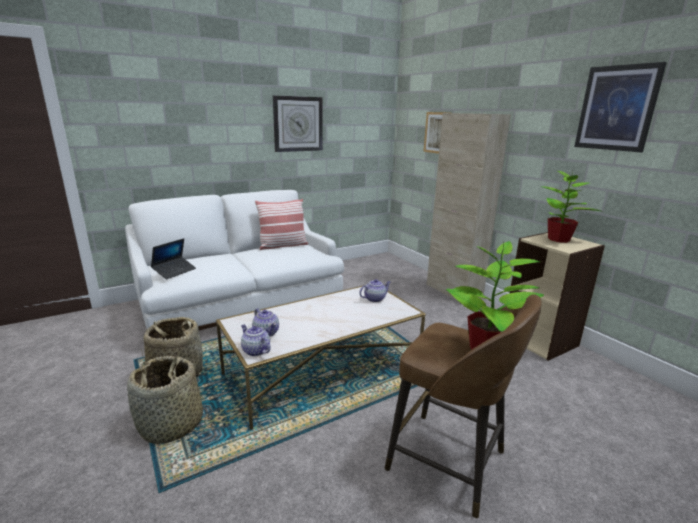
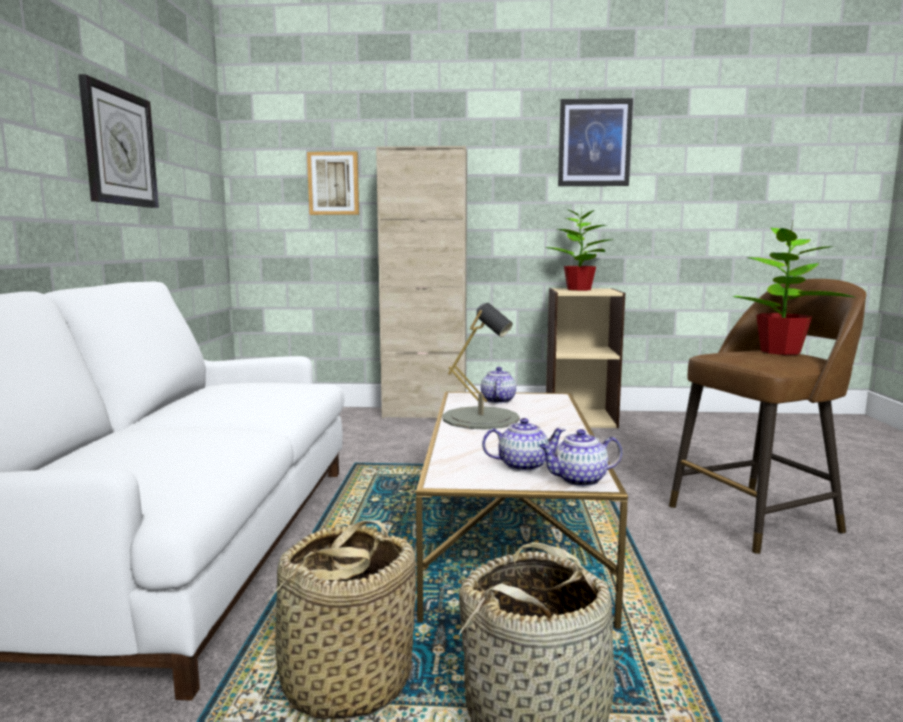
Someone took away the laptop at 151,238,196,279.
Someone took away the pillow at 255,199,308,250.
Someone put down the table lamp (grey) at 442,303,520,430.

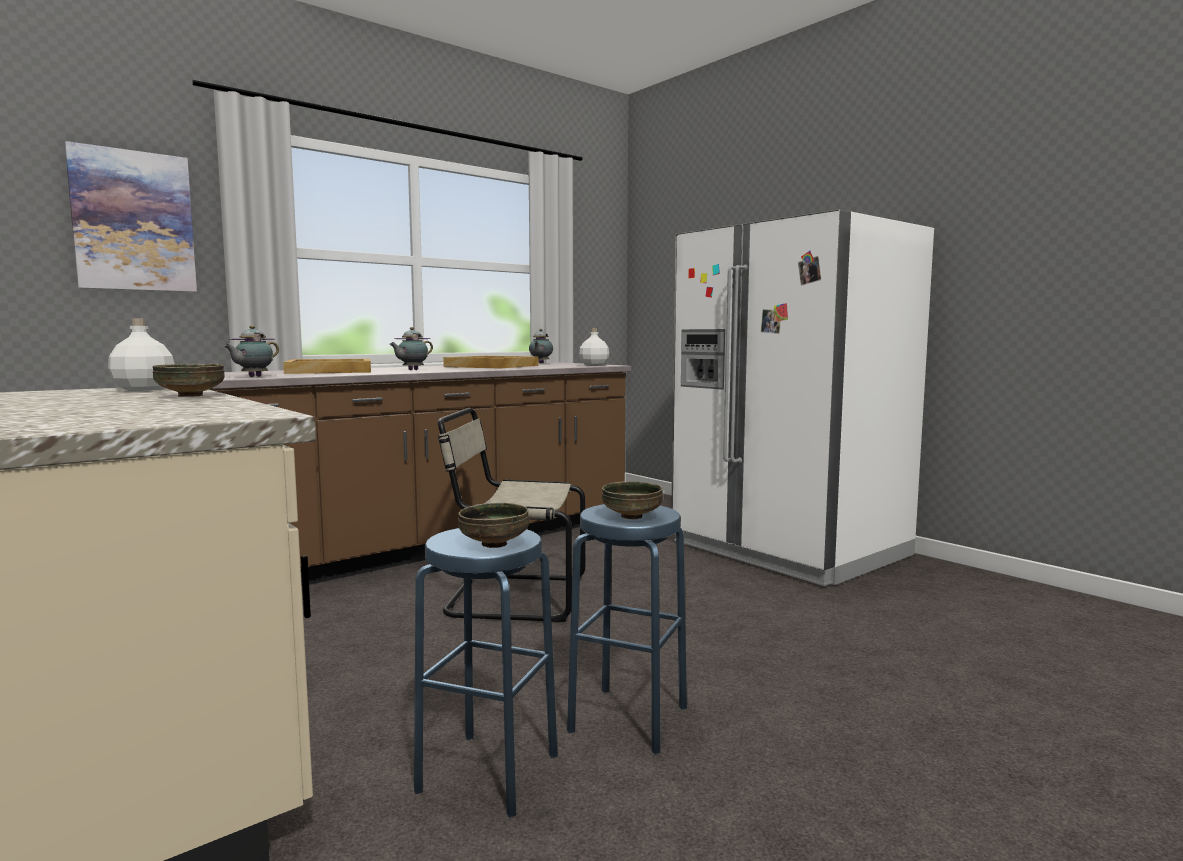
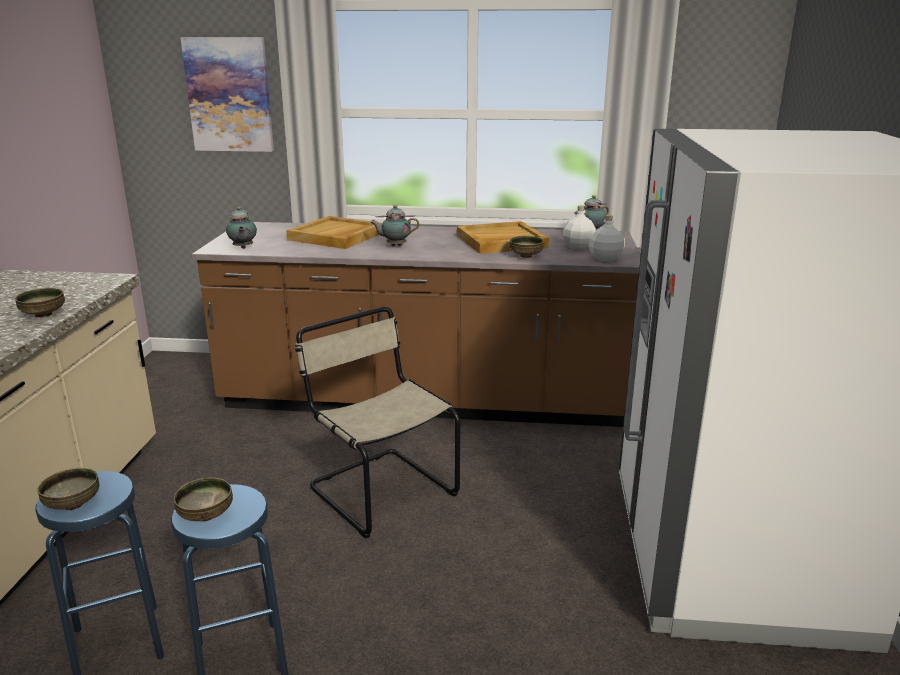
Someone put down the bowl at 510,236,544,258.
Someone carried the bottle (white) from 108,318,174,391 to 563,205,596,250.
Someone rotated the teapot at 223,325,279,377 by 90 degrees counterclockwise.

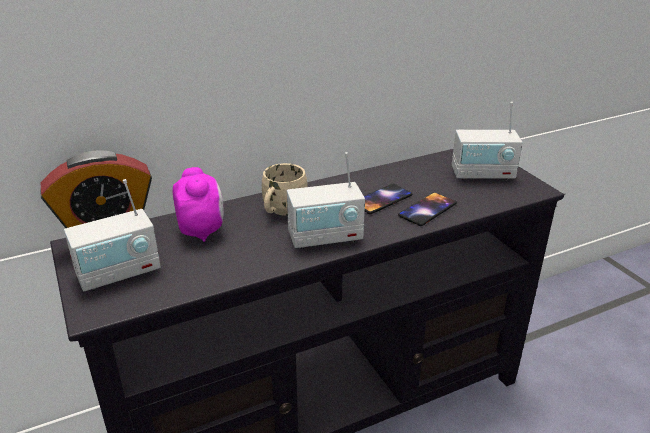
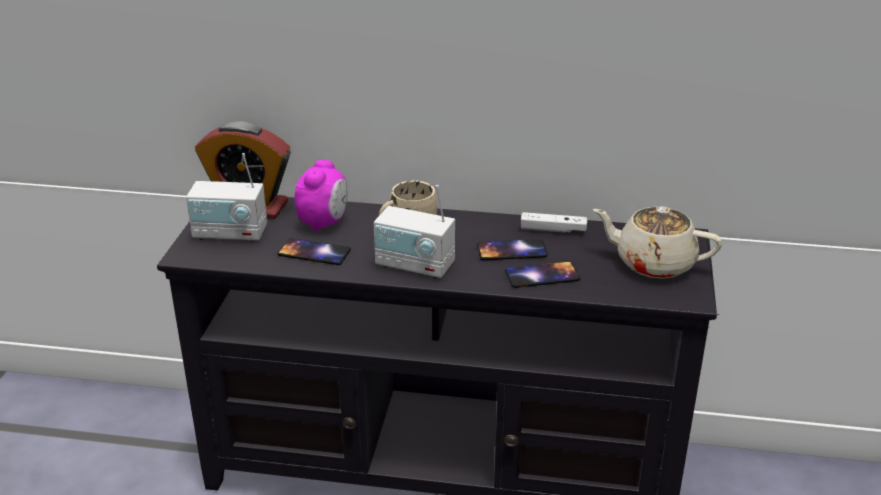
Someone put down the phone at 277,238,351,265.
Someone put down the game controller (white) at 521,212,587,233.
Someone swapped the radio at 452,102,523,181 for the teapot (beige) at 592,206,723,279.

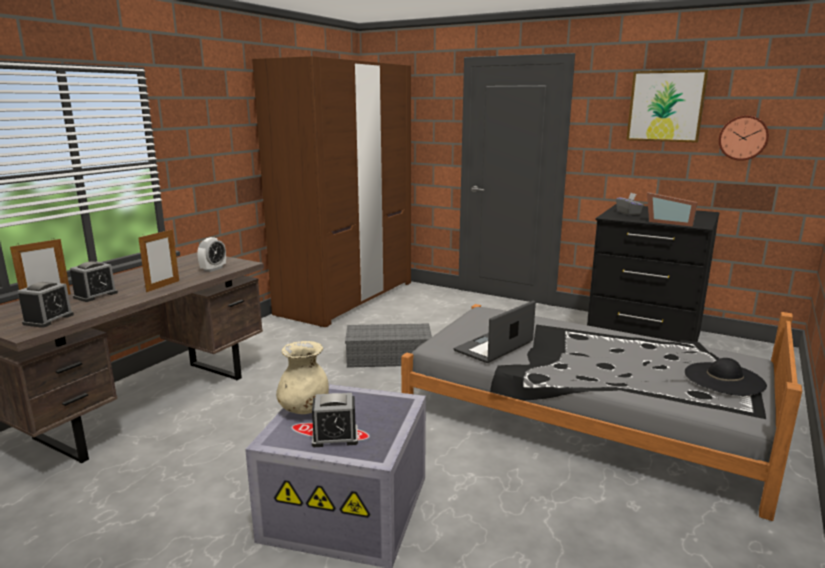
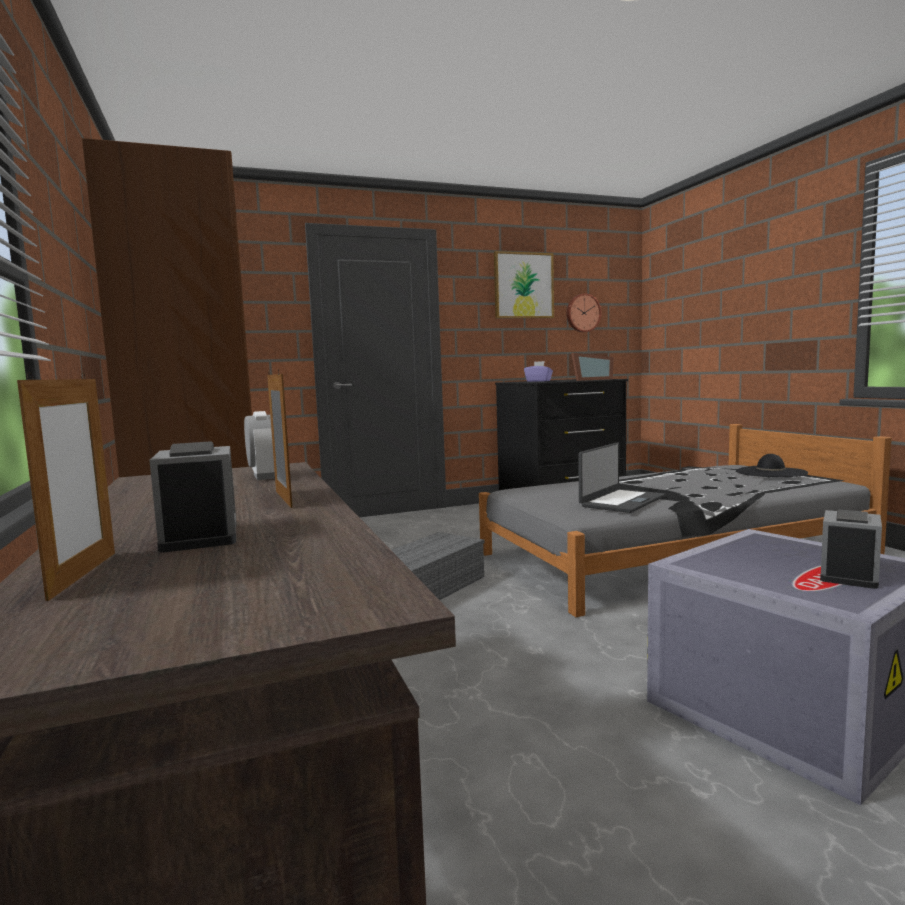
Someone took away the alarm clock at 18,282,74,328.
Someone took away the vase (beige) at 276,341,329,414.
Someone repainted the tissue box (grey) at 616,193,644,215, which became the tissue box (purple) at 524,361,553,382.
Someone rotated the laptop at 454,301,536,363 by 135 degrees counterclockwise.

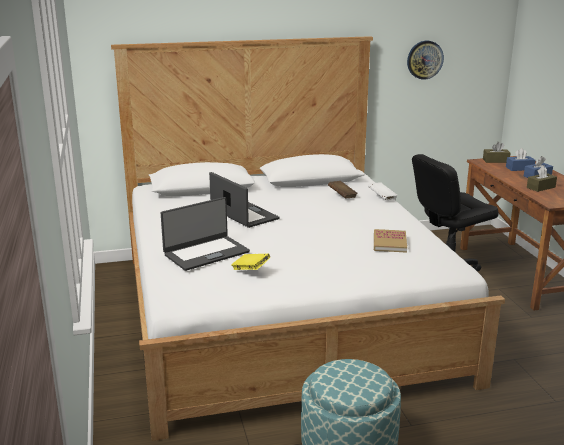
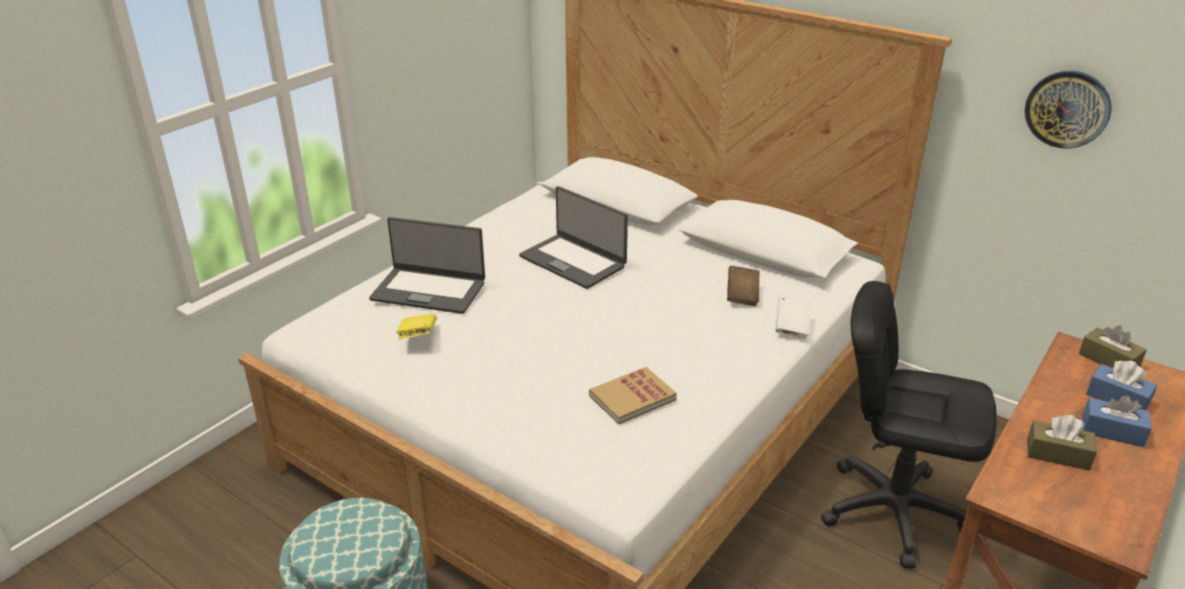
Someone rotated the laptop at 209,172,280,228 by 120 degrees clockwise.

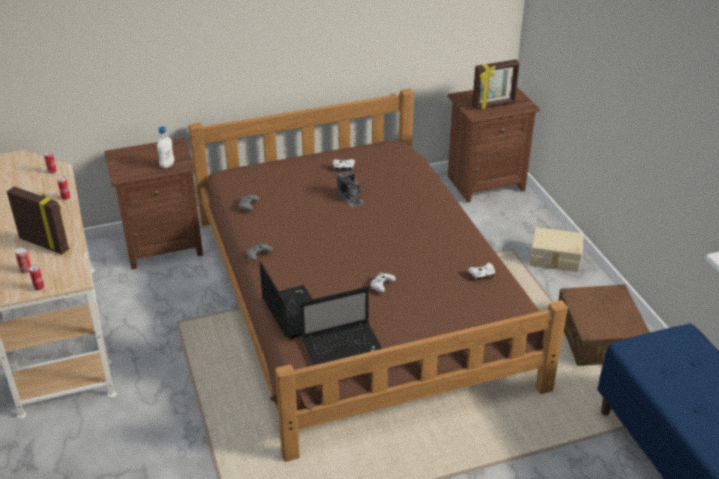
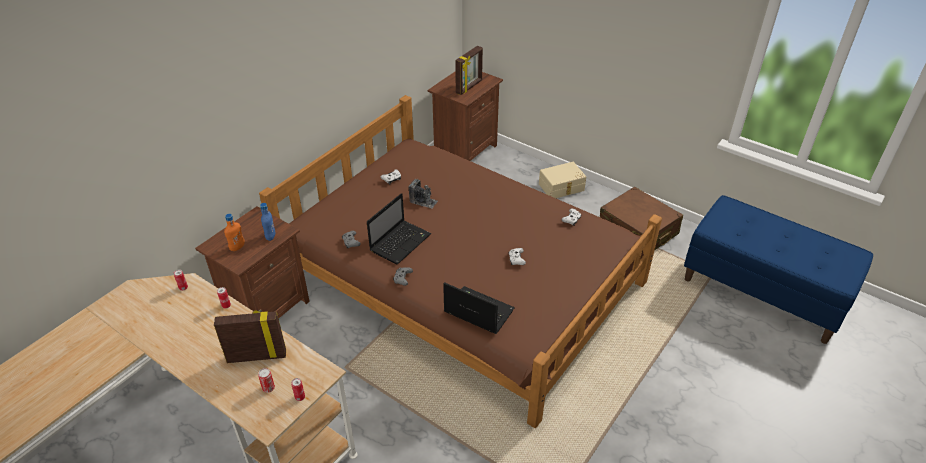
Someone put down the bottle (orange) at 224,214,245,251.
Someone carried the laptop from 300,287,382,365 to 367,193,431,264.
Someone repainted the bottle (white) at 157,126,174,169, which became the bottle (blue) at 260,203,275,241.

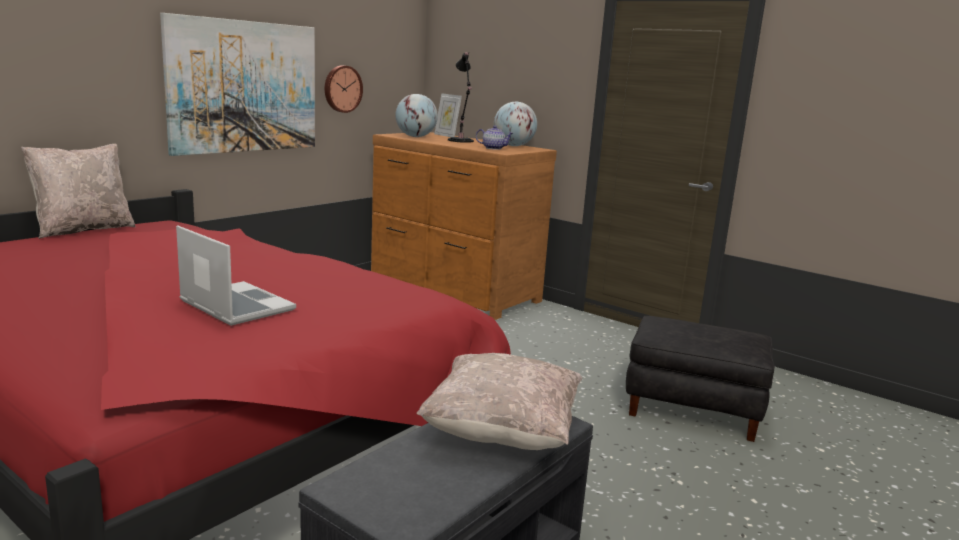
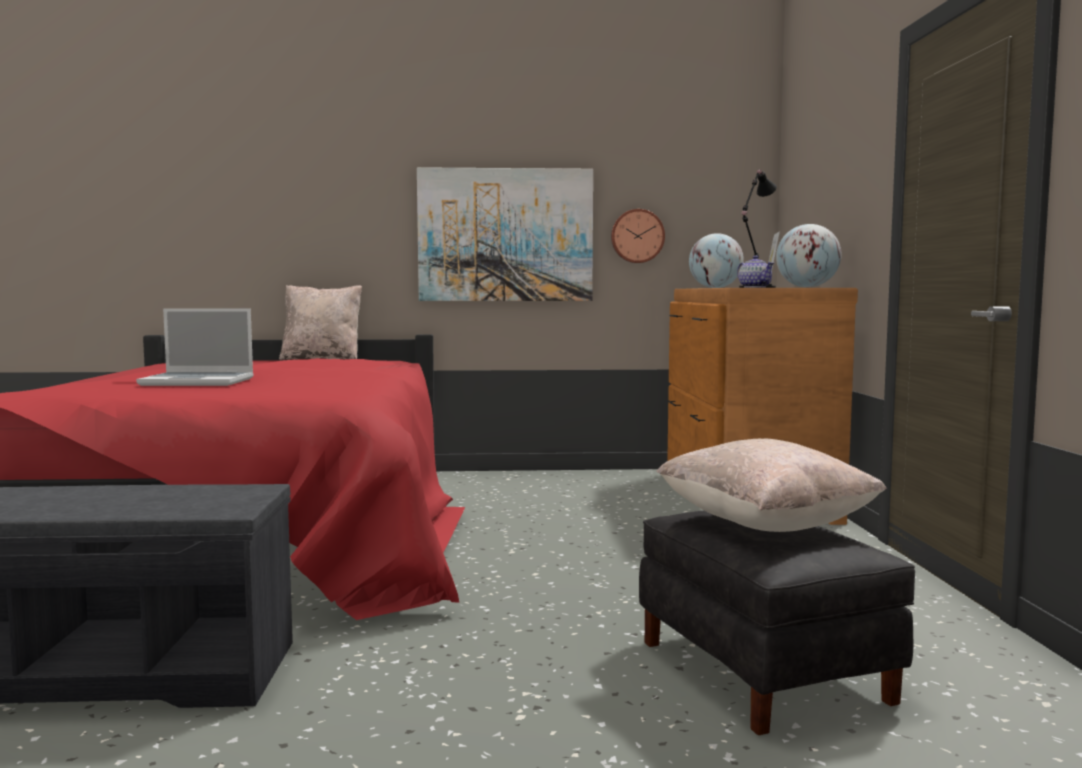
Someone carried the pillow (beige) from 416,353,582,450 to 656,438,887,532.
Someone rotated the laptop at 176,226,296,326 by 90 degrees clockwise.

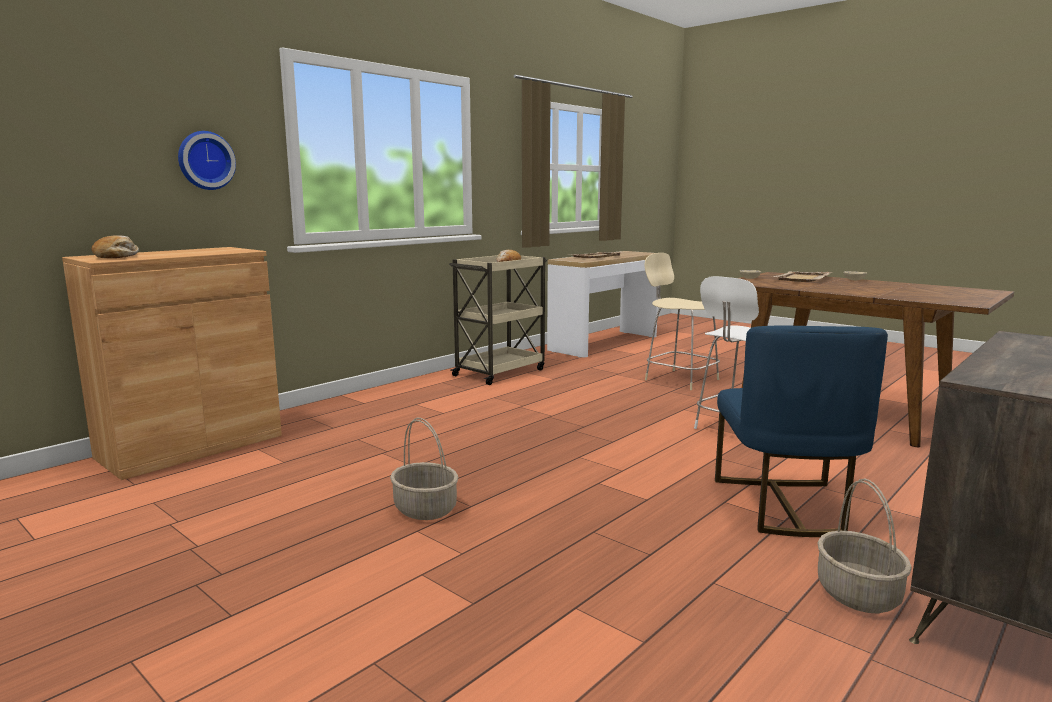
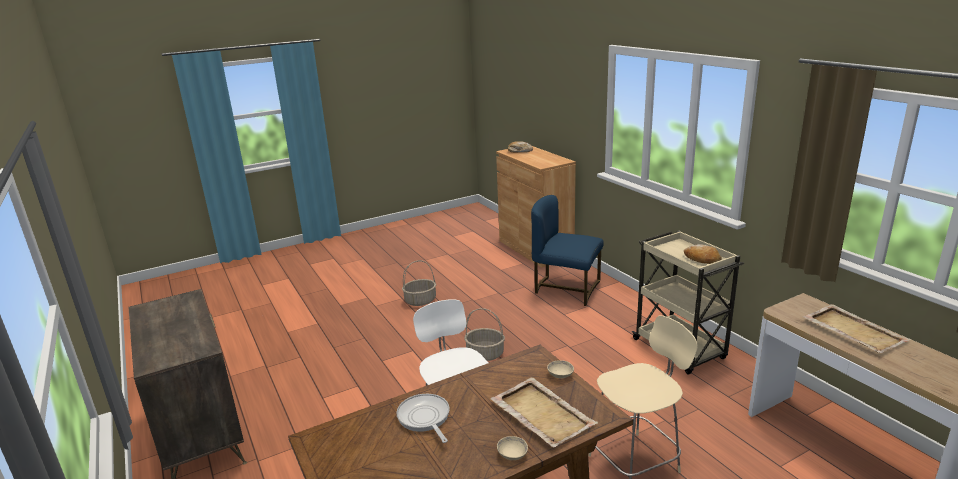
Someone took away the wall clock at 178,131,236,190.
Someone put down the frying pan at 396,394,450,443.
Someone carried the chair (blue) from 715,325,888,537 to 531,195,604,306.
Someone carried the basket from 817,478,912,613 to 464,308,505,361.

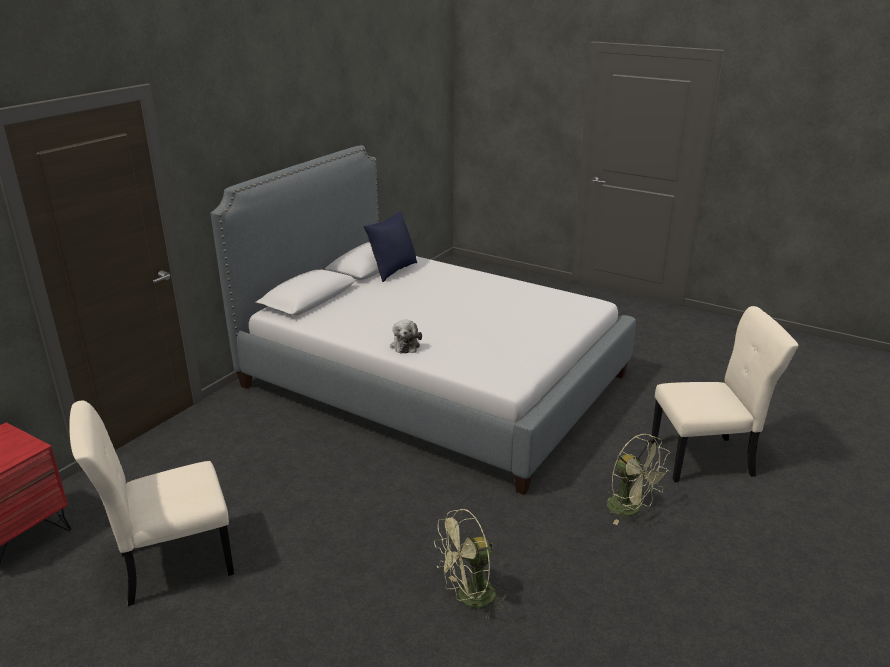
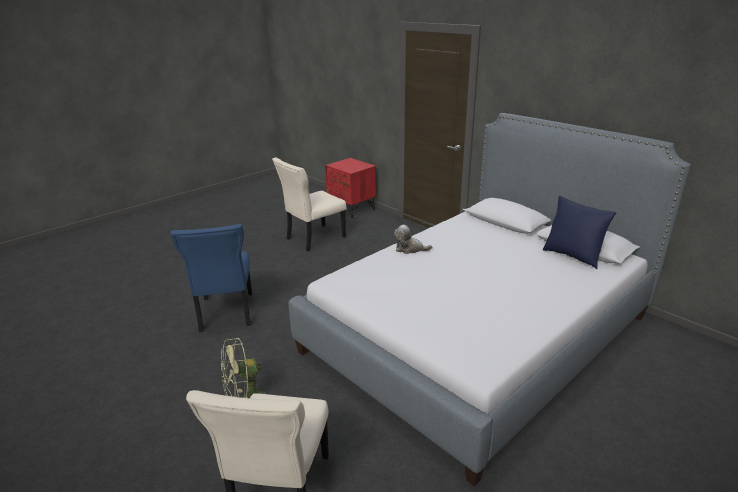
Someone swapped the fan (green) at 434,508,509,619 for the chair (blue) at 171,224,252,332.
Someone rotated the chair (beige) at 69,400,234,606 by 120 degrees counterclockwise.

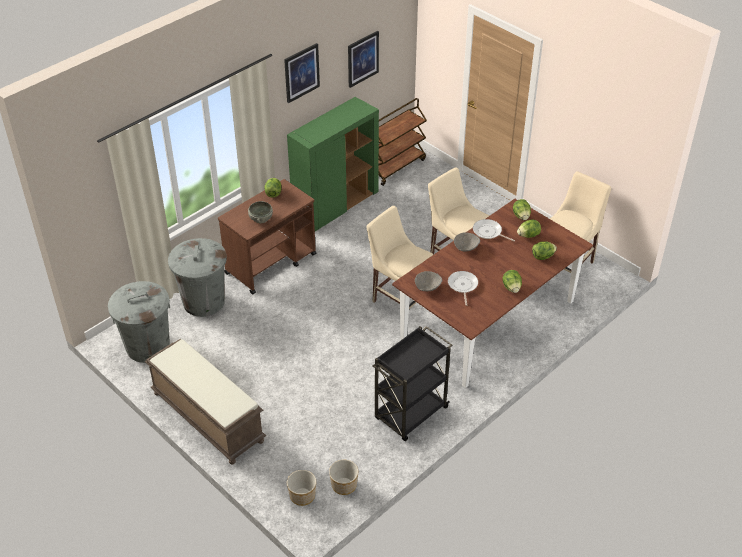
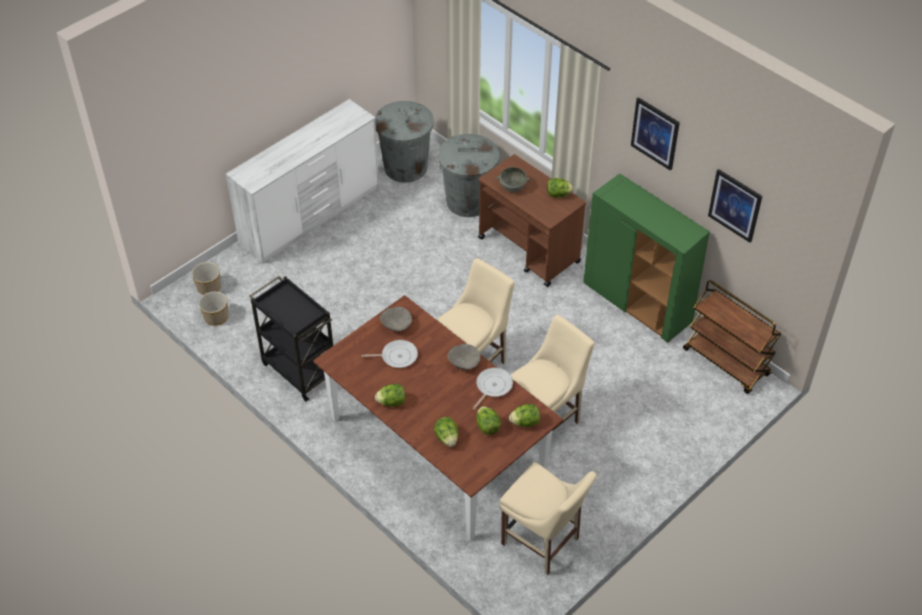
Someone swapped the bench (brown) at 145,339,266,464 for the dresser (white) at 226,99,380,264.

